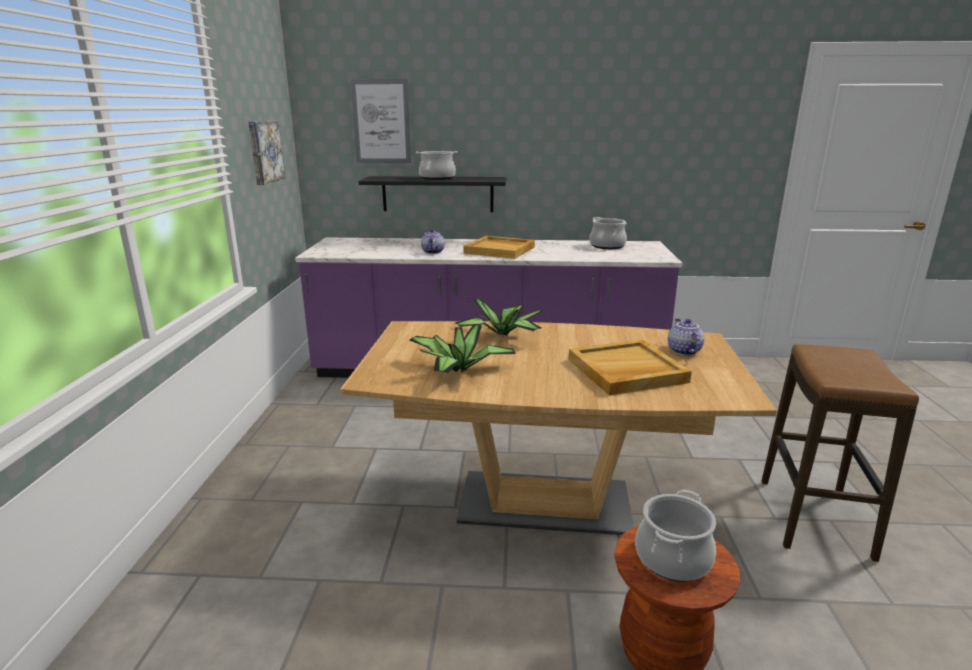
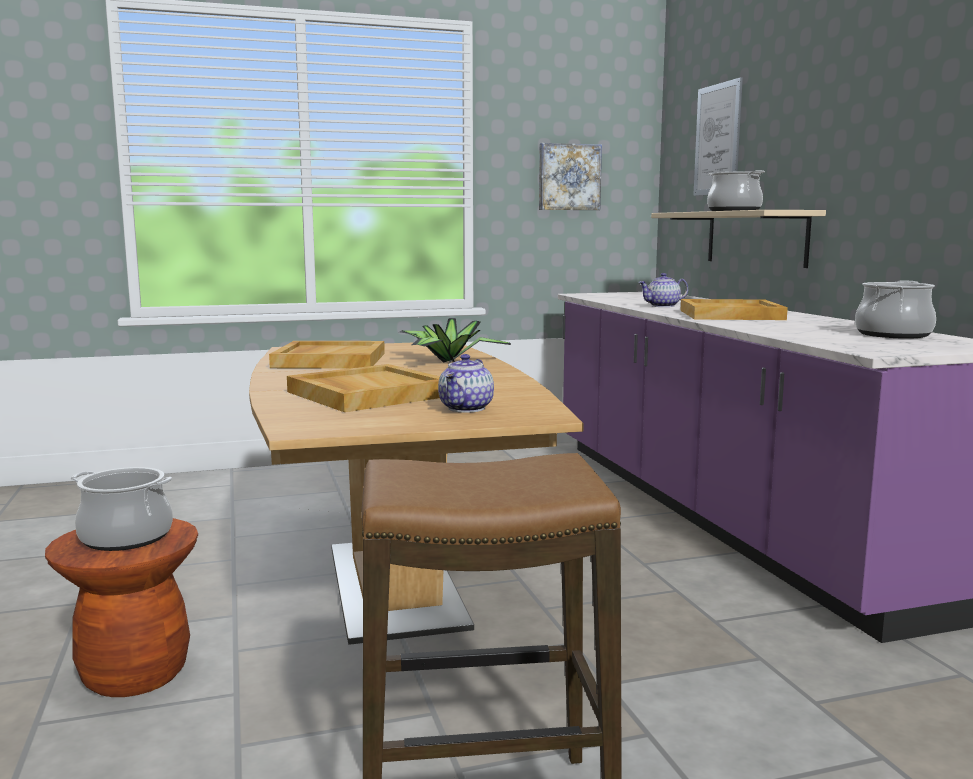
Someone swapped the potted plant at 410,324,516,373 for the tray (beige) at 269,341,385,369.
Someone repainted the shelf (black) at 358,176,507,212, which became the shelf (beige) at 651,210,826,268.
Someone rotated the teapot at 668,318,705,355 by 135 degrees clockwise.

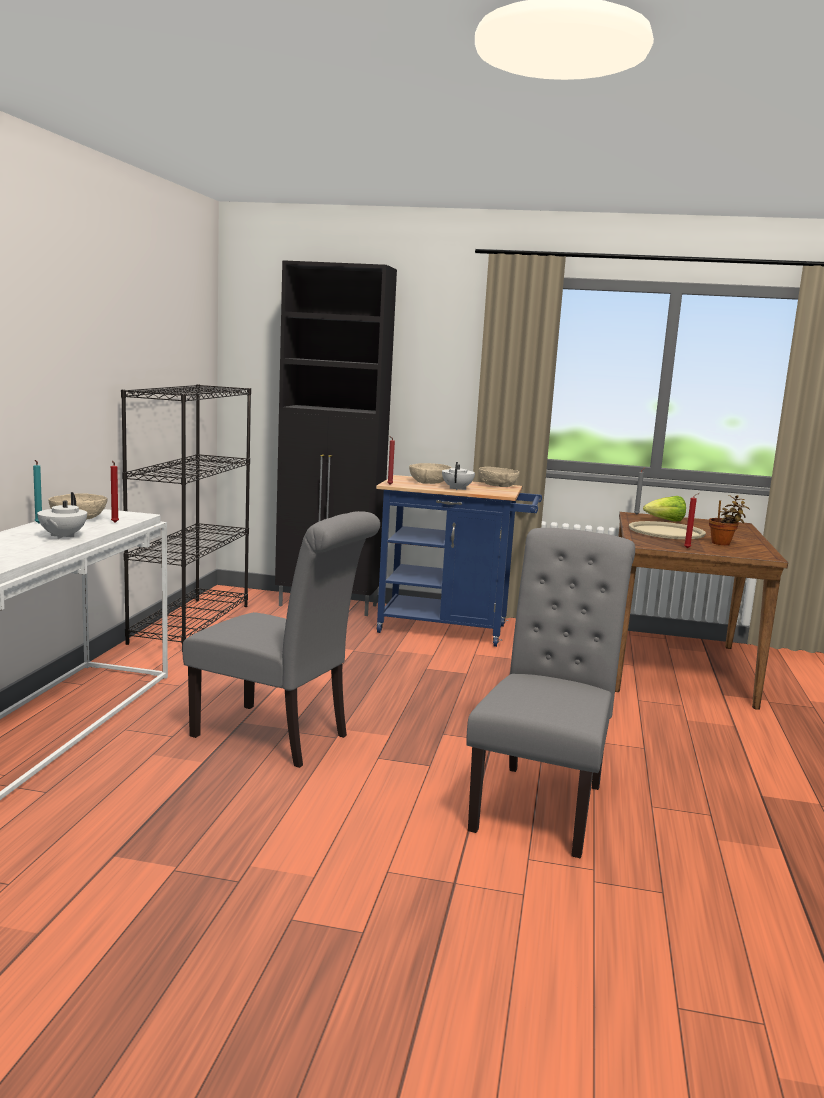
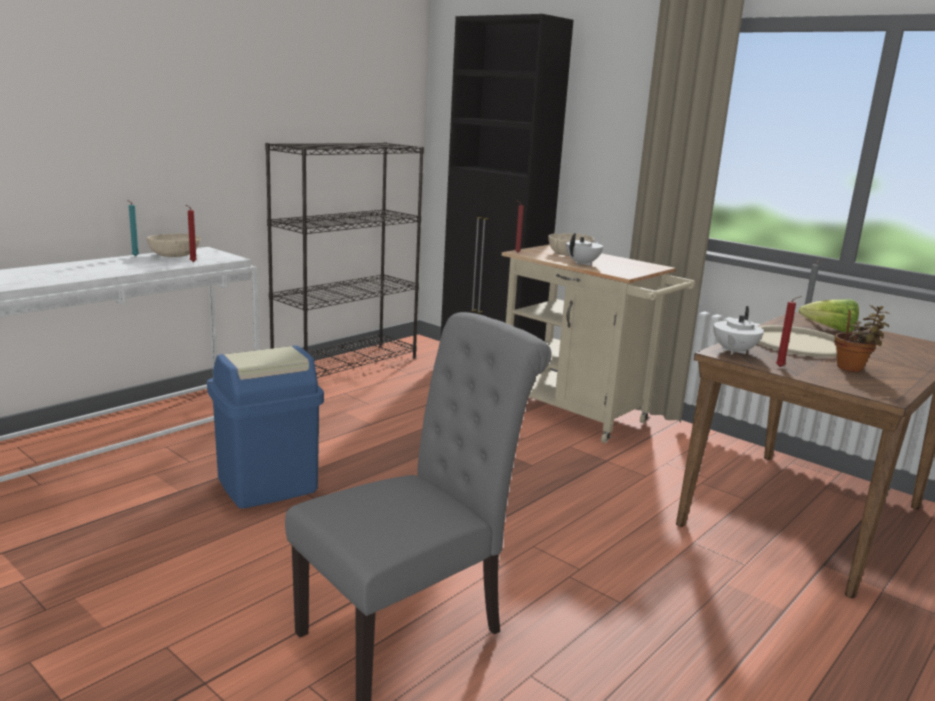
Someone took away the bowl (beige) at 479,467,519,487.
Someone carried the teapot (white) from 37,492,87,539 to 713,306,764,355.
Someone swapped the chair (grey) at 182,511,380,768 for the trash can (blue) at 207,345,324,508.
Someone repainted the cart (blue) at 376,475,542,647, which became the cart (beige) at 502,244,695,443.

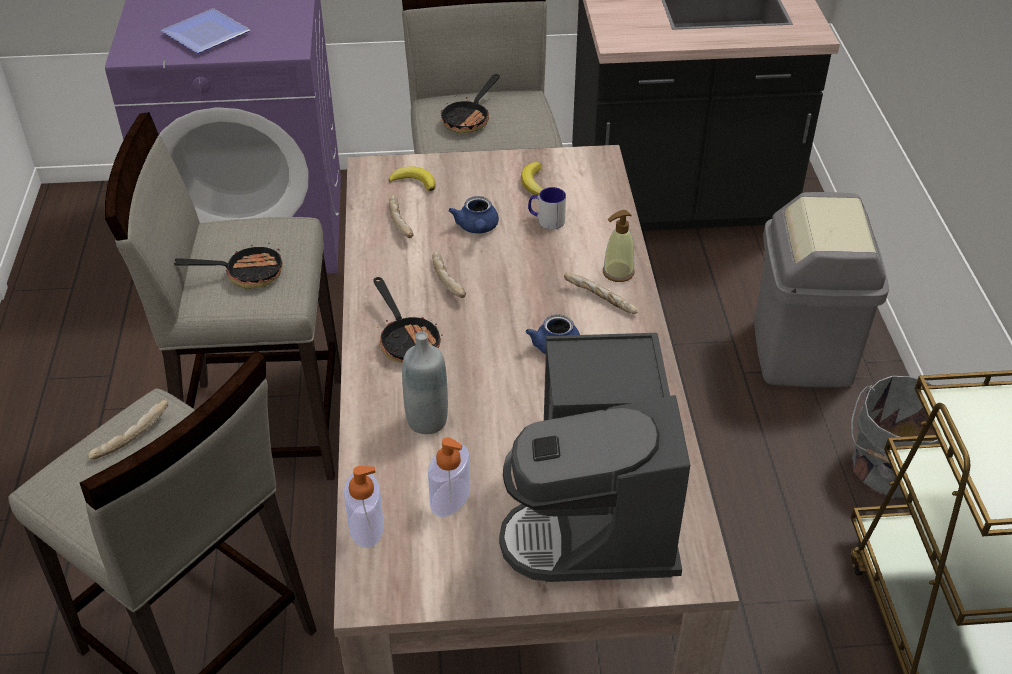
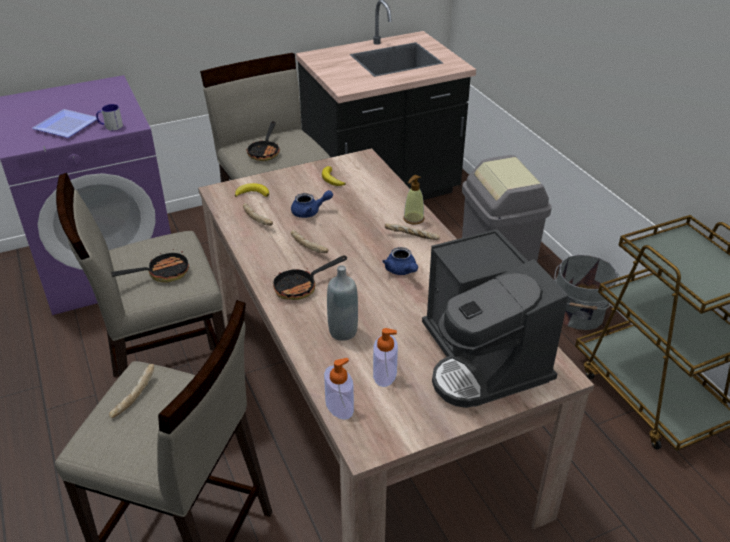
Someone carried the mug from 528,187,566,229 to 96,104,123,131.
Someone rotated the frying pan at 374,277,443,363 by 105 degrees clockwise.
Someone rotated the teapot (blue) at 448,196,499,233 by 75 degrees counterclockwise.

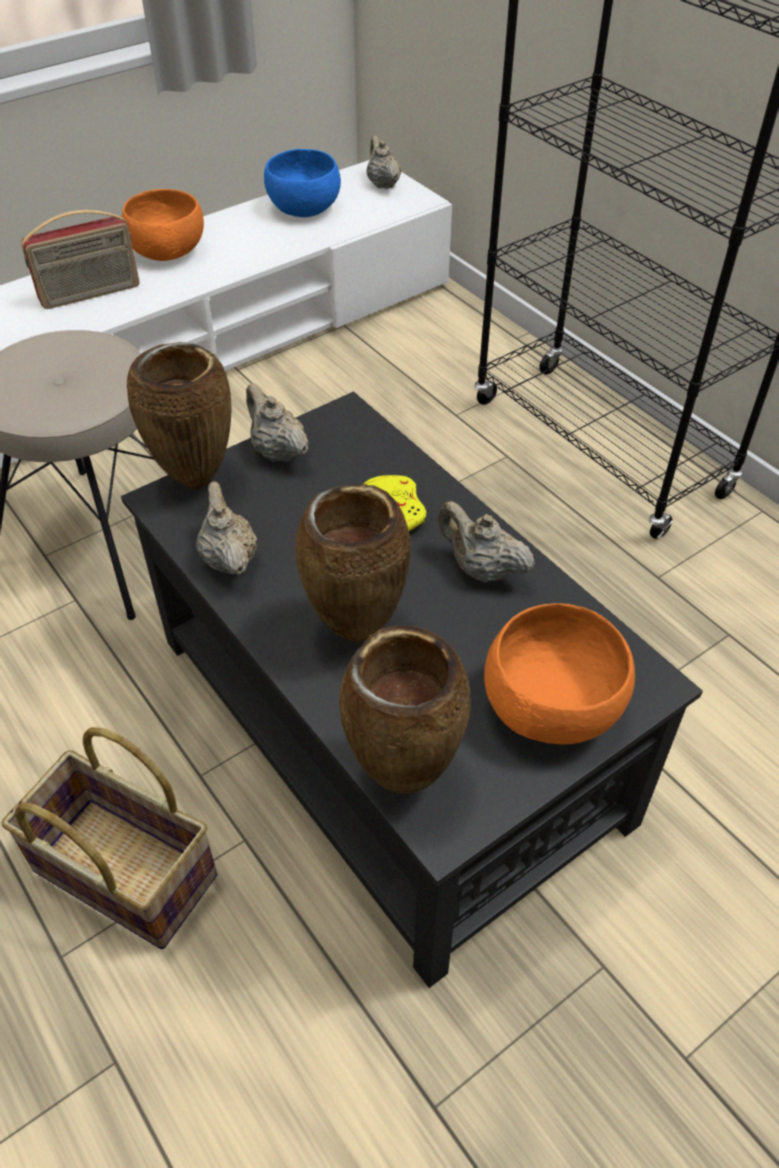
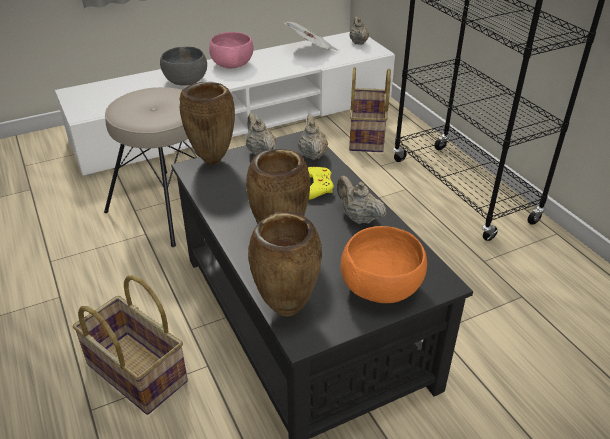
Someone put down the basket at 349,67,391,152.
Someone carried the teapot (beige) from 196,481,257,575 to 298,114,328,160.
Someone swapped the radio at 21,210,140,309 for the bowl (grey) at 160,46,207,86.
Someone swapped the bowl (blue) at 264,149,341,217 for the newspaper at 284,22,340,51.
Someone repainted the bowl (orange) at 122,189,204,261, which became the bowl (pink) at 209,32,254,69.

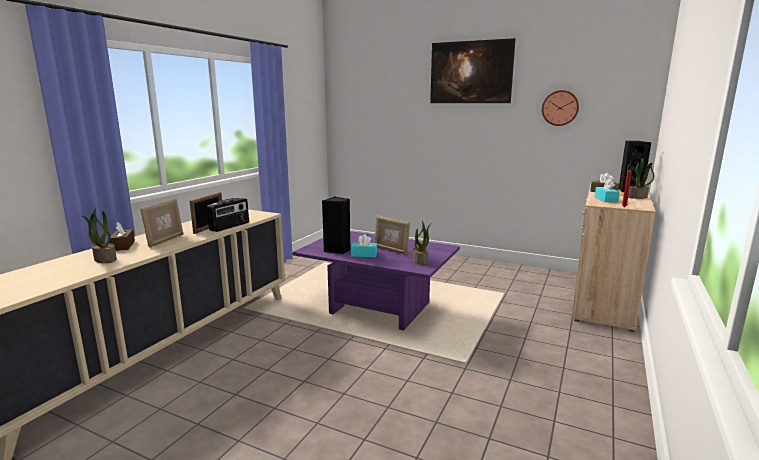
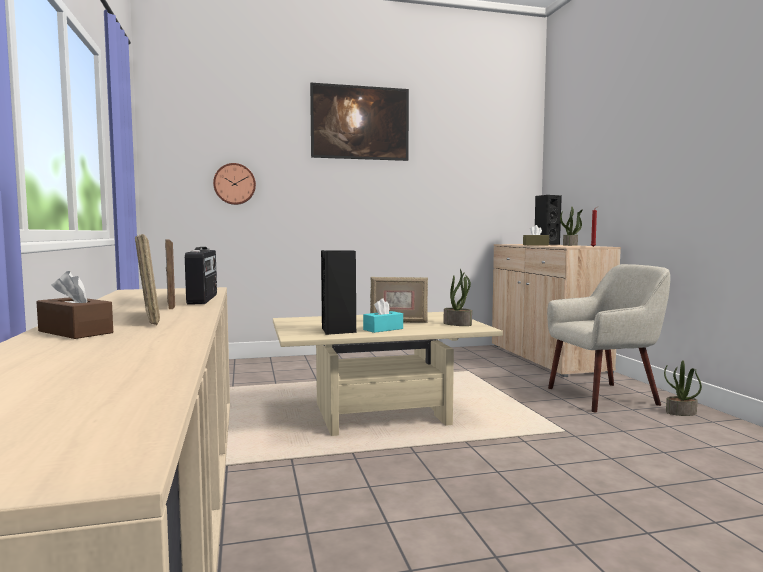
Someone took away the tissue box (turquoise) at 595,179,620,202.
Someone put down the armchair (beige) at 547,264,670,412.
Someone carried the potted plant from 81,208,117,263 to 664,360,702,416.
Someone carried the wall clock from 542,90,579,126 to 213,163,256,205.
Someone repainted the coffee table (purple) at 292,231,460,331, which became the coffee table (beige) at 273,312,503,436.

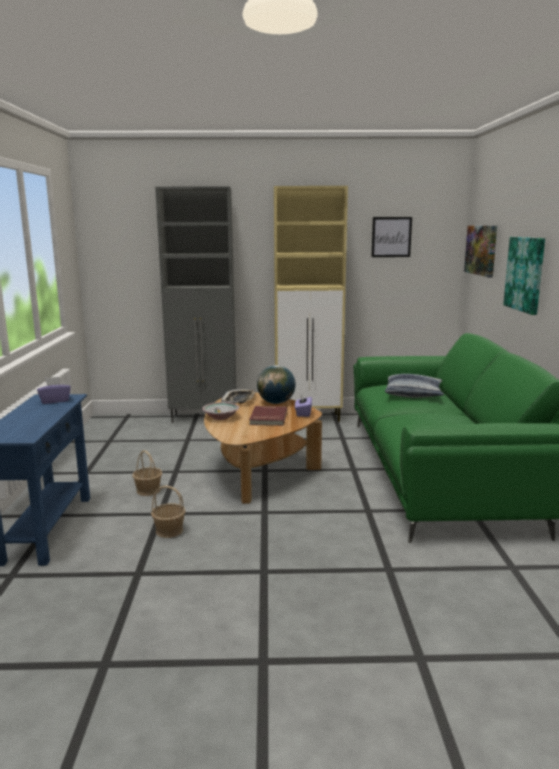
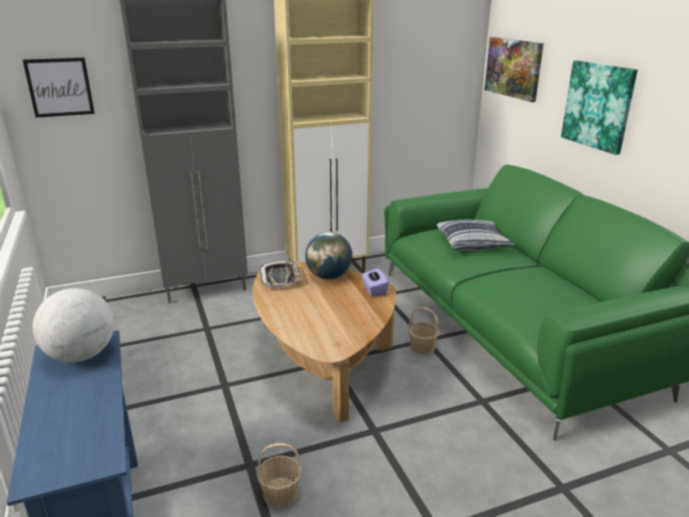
Someone took away the bowl at 202,402,239,420.
Someone took away the book (red) at 249,406,287,426.
Someone carried the basket from 132,450,162,496 to 408,307,440,354.
Someone carried the picture from 371,217,412,257 to 23,57,95,118.
Someone swapped the tissue box (purple) at 37,377,71,404 for the globe at 33,288,114,362.

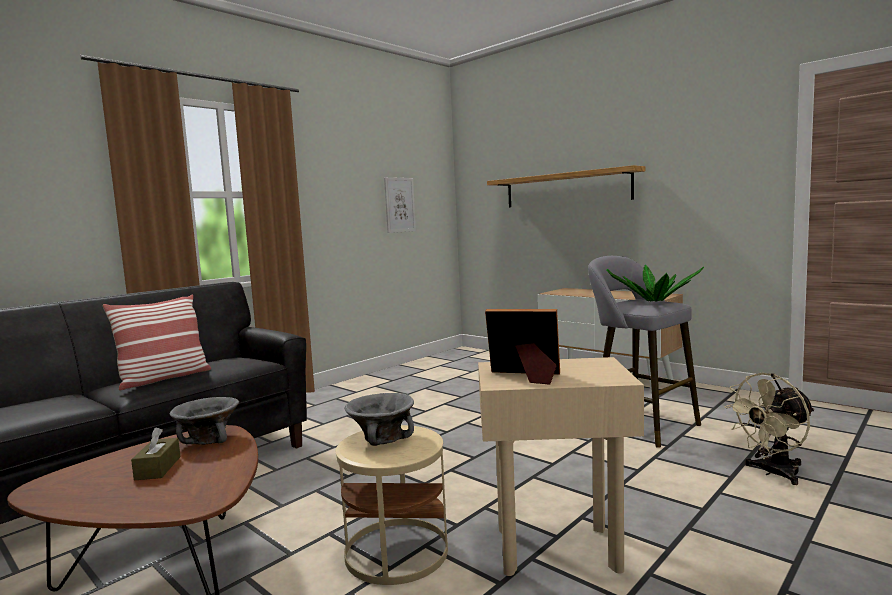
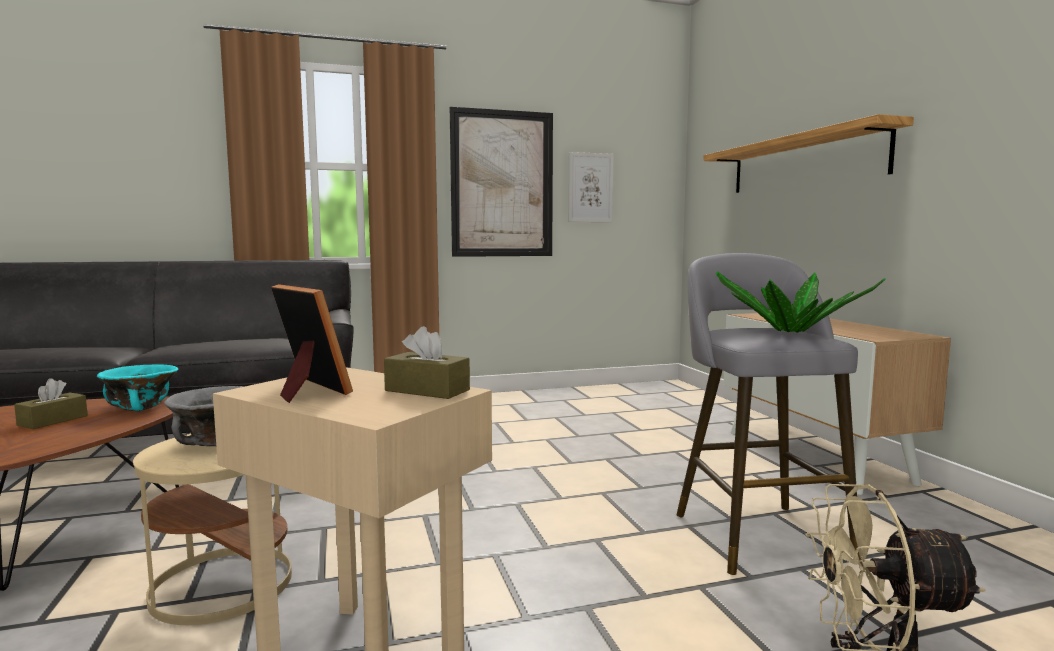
Someone took away the pillow at 102,295,211,390.
Someone put down the tissue box (brown) at 384,326,470,399.
Someone put up the picture at 450,107,553,257.
Someone repainted the bowl (grey) at 170,397,239,444, which became the bowl (turquoise) at 97,364,178,412.

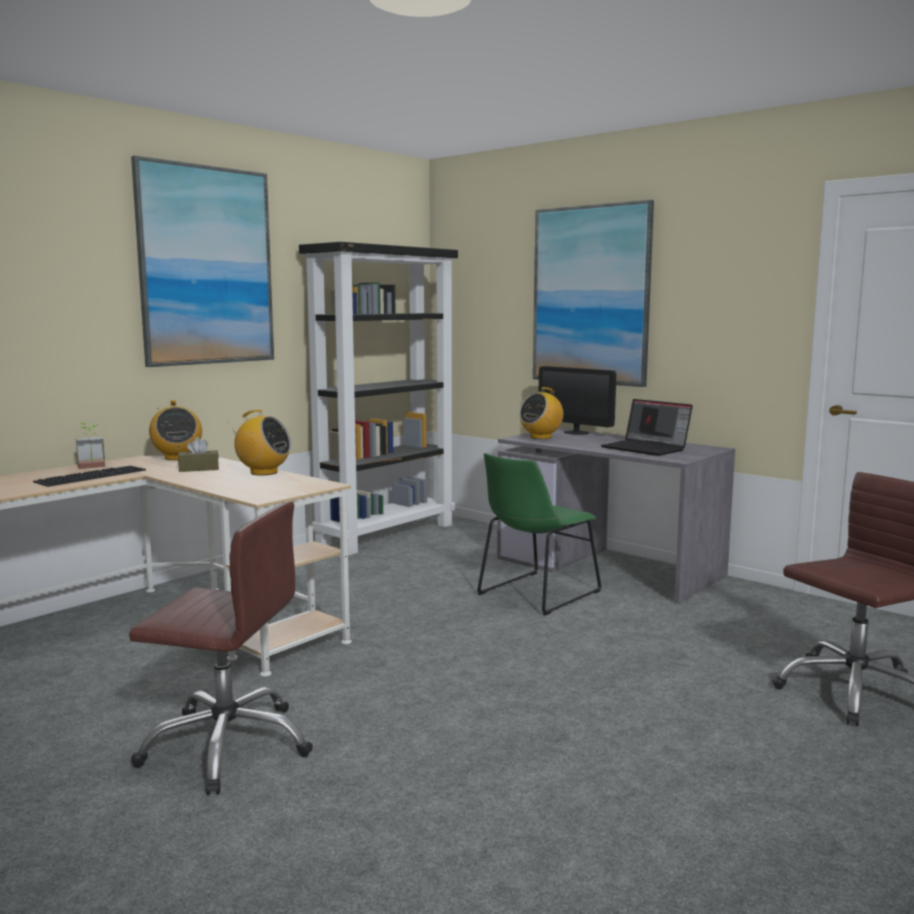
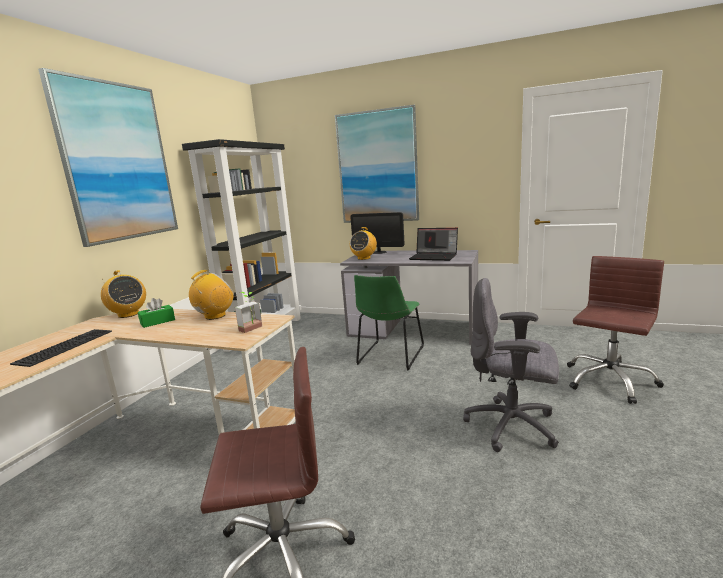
Someone put down the office chair (grey) at 463,278,559,452.
Someone carried the potted plant from 76,423,105,469 to 235,292,262,333.
Someone repainted the tissue box (brown) at 178,437,219,472, which became the tissue box (green) at 138,298,175,328.
Someone rotated the radio at 228,410,292,475 by 45 degrees counterclockwise.

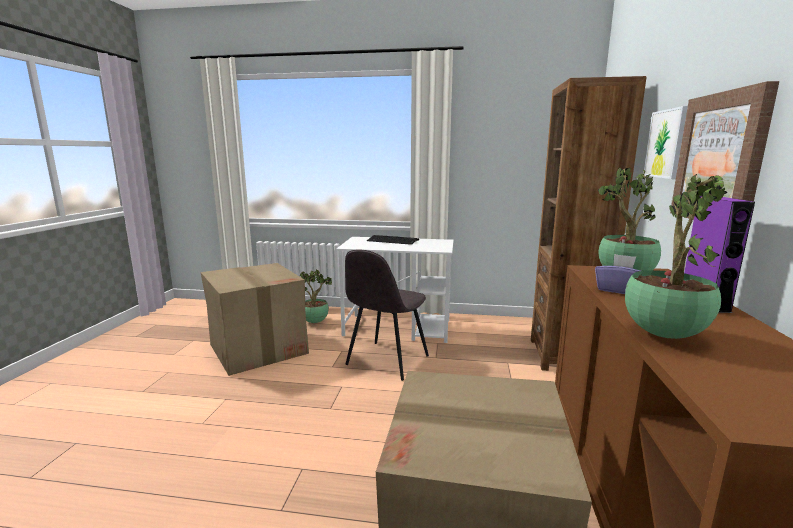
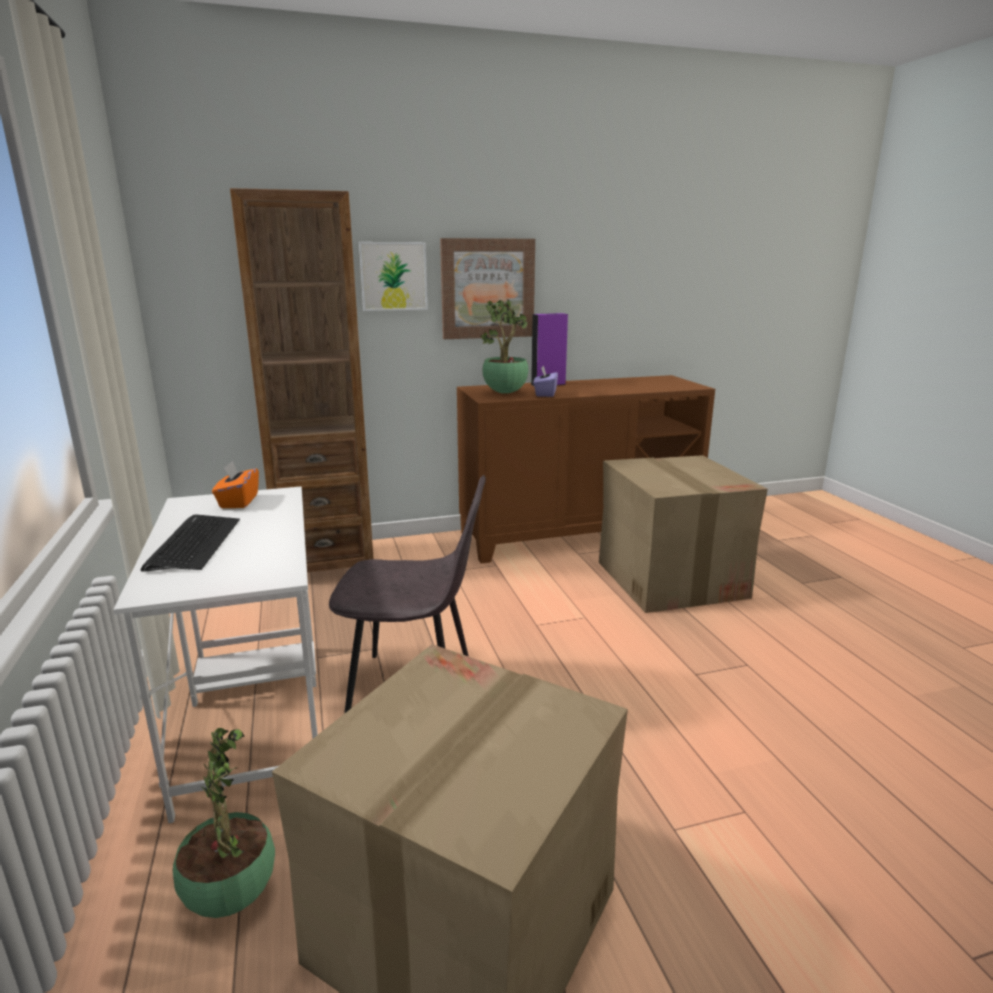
Someone took away the potted plant at 625,174,727,339.
Someone put down the tissue box (orange) at 212,461,259,508.

